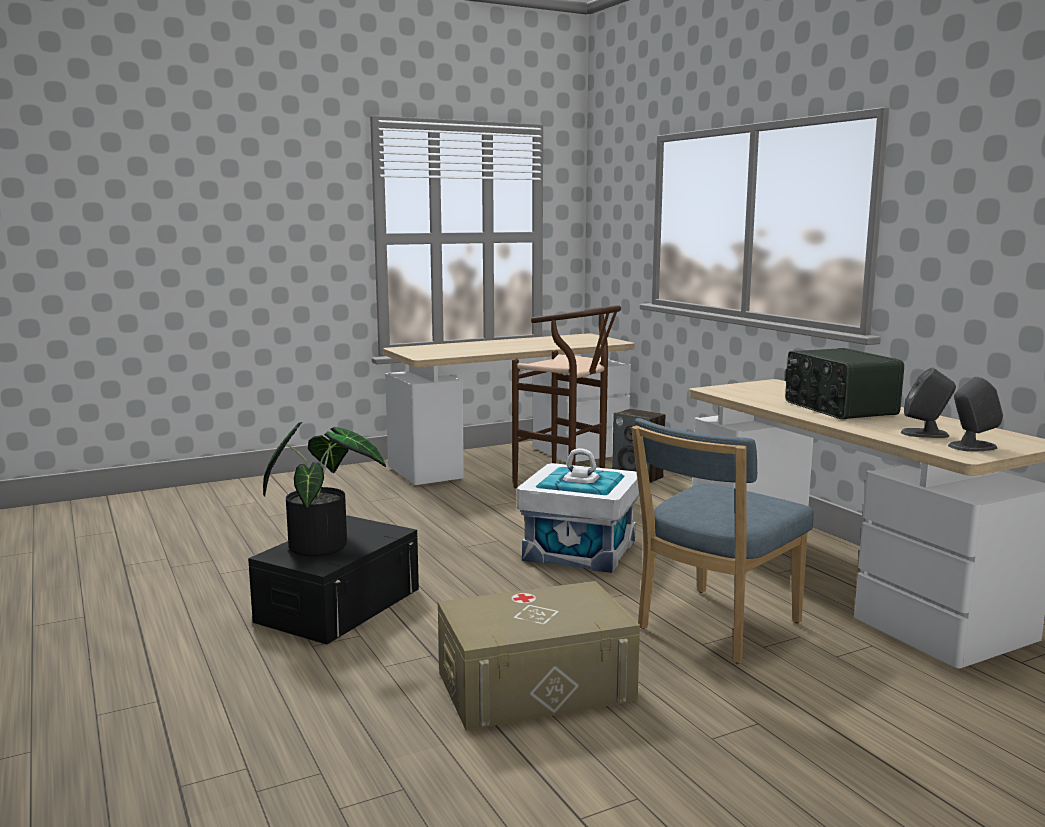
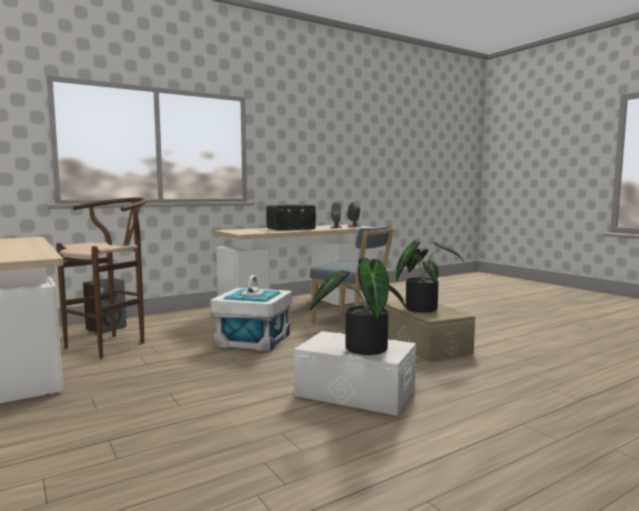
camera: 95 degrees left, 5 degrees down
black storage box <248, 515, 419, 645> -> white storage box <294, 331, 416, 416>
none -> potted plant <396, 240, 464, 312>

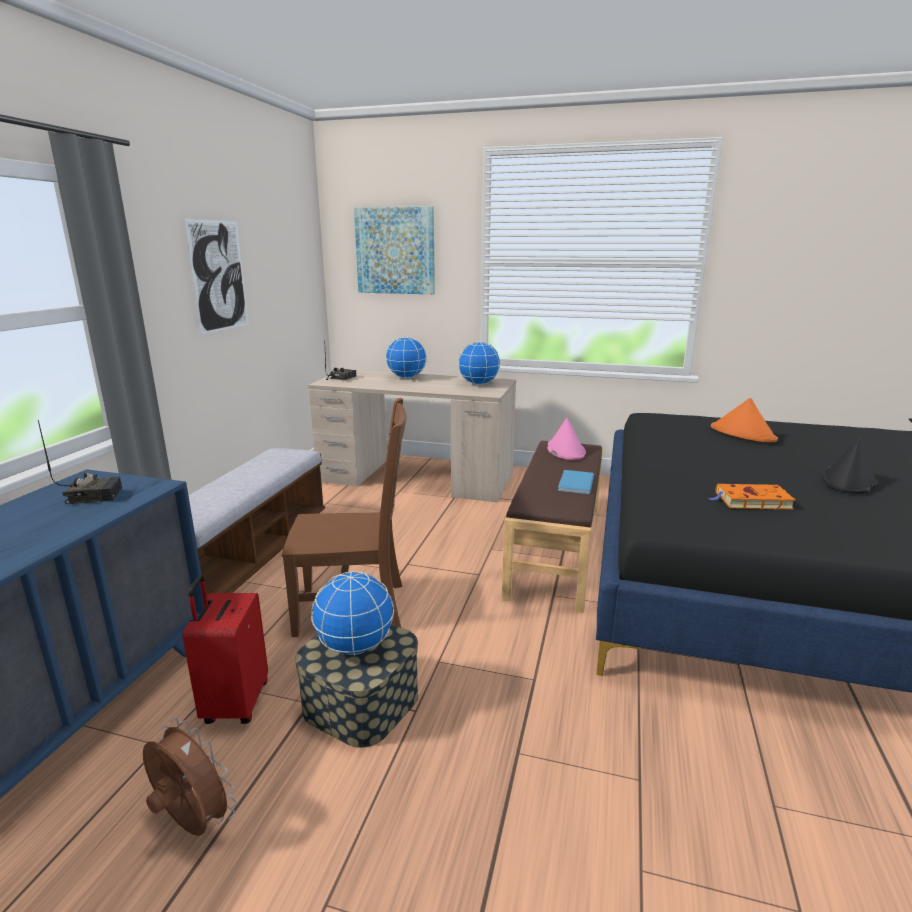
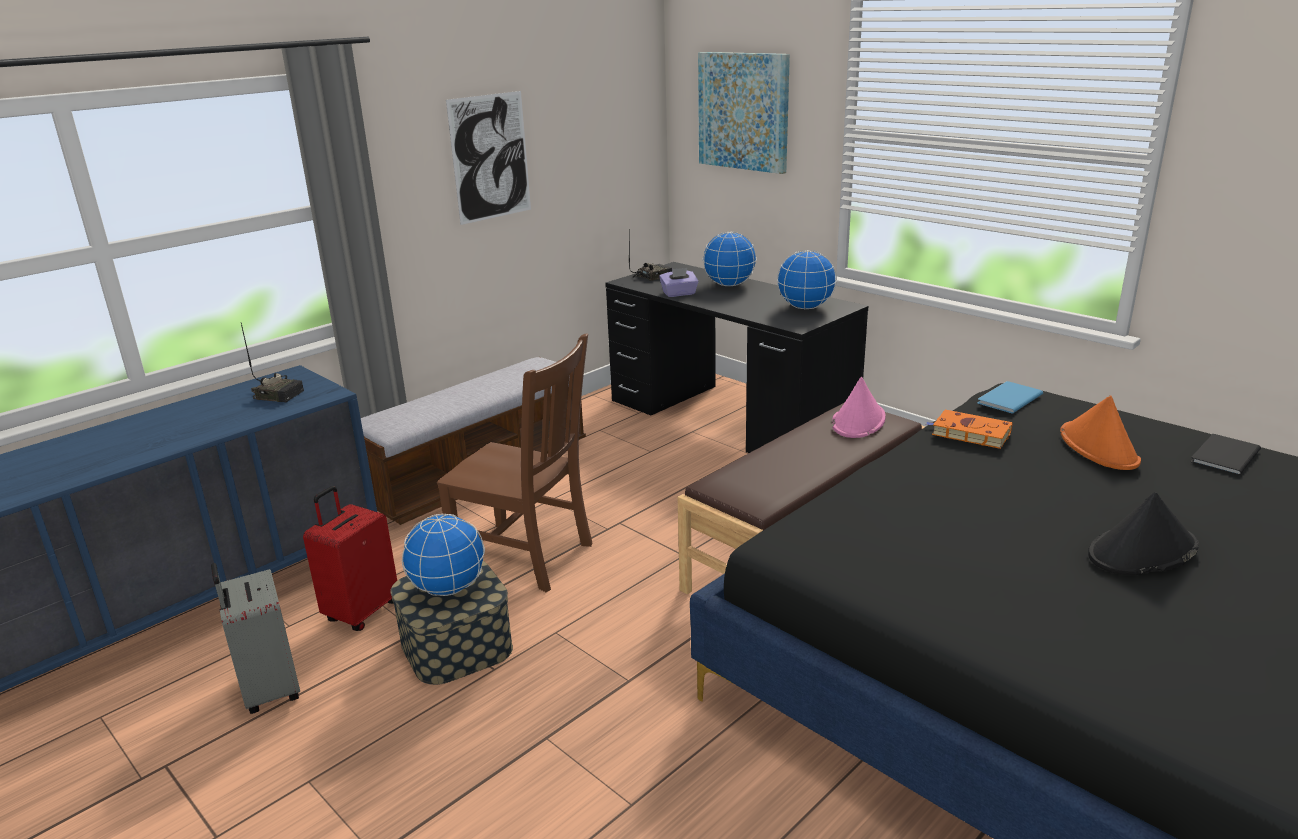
camera: 30 degrees right, 5 degrees up
brown fan <143, 717, 237, 836> -> grey suitcase <211, 563, 300, 714>
beige desk <308, 370, 516, 502> -> black desk <605, 262, 868, 453>
blue book <558, 470, 594, 494> -> blue book <977, 381, 1043, 414>, shifted
orange book <709, 484, 796, 510> -> orange book <926, 410, 1012, 449>, shifted
none -> purple tissue box <659, 268, 699, 297>
none -> black book <1190, 434, 1261, 475>

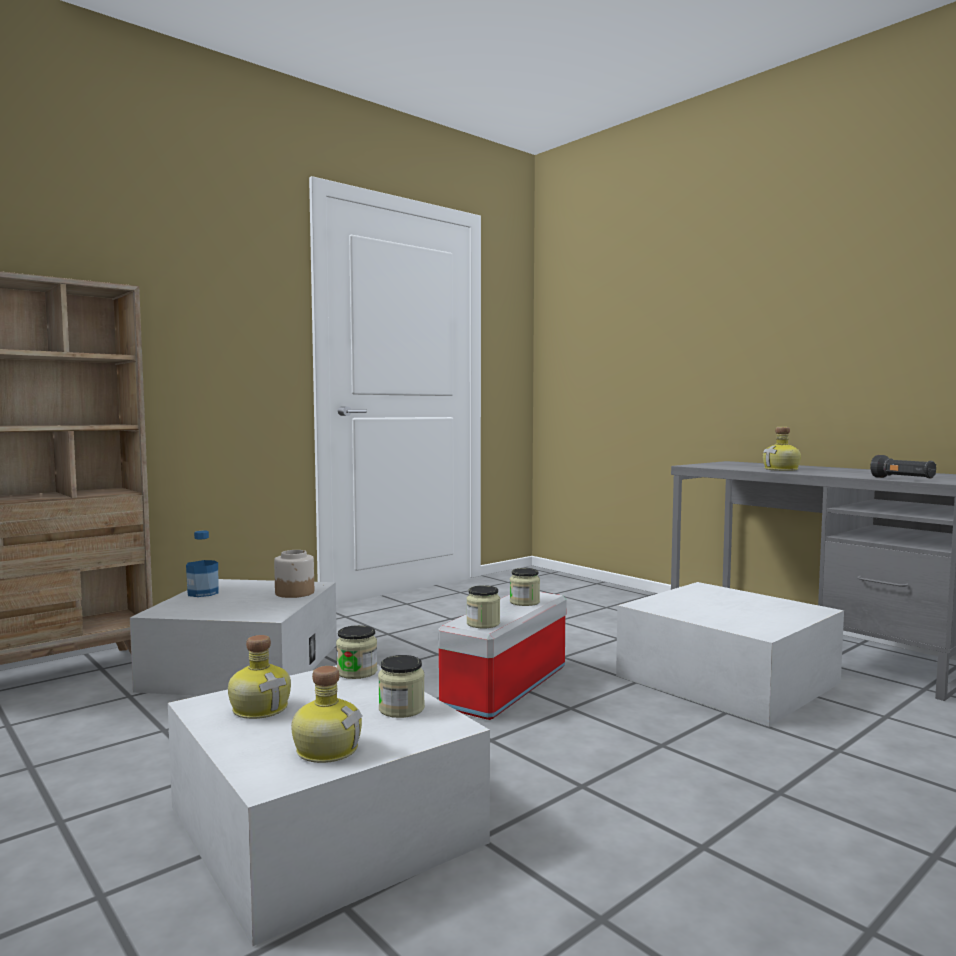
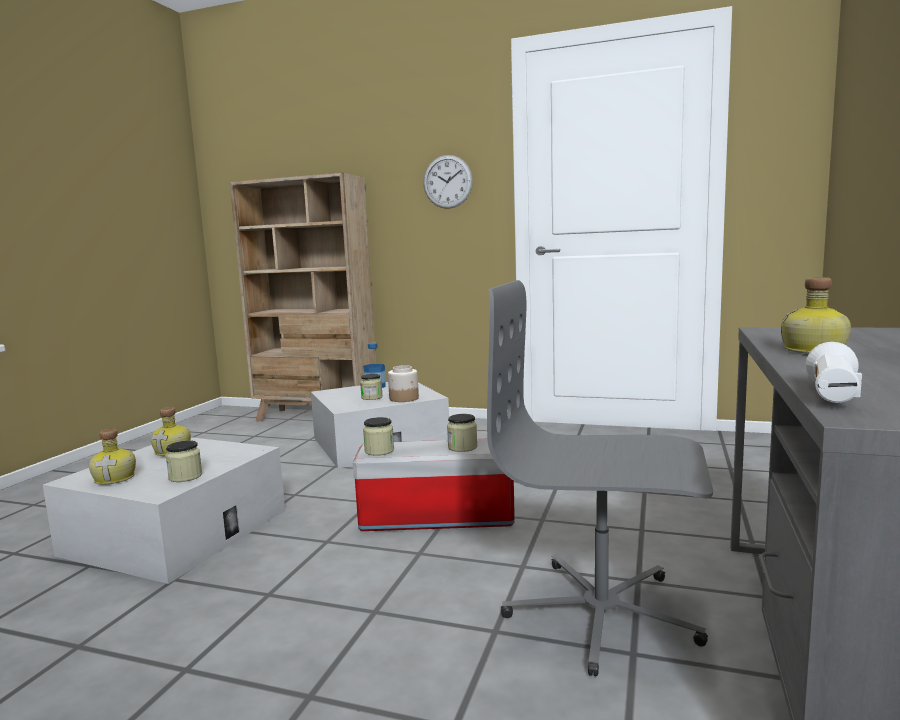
camera: 60 degrees right, 5 degrees up
jar <336, 625, 377, 679> -> jar <360, 374, 383, 400>, shifted
white storage box <616, 582, 844, 727> -> grey office chair <487, 280, 713, 677>
black flashlight <870, 455, 936, 478> -> white flashlight <806, 342, 863, 403>
none -> wall clock <423, 155, 473, 209>

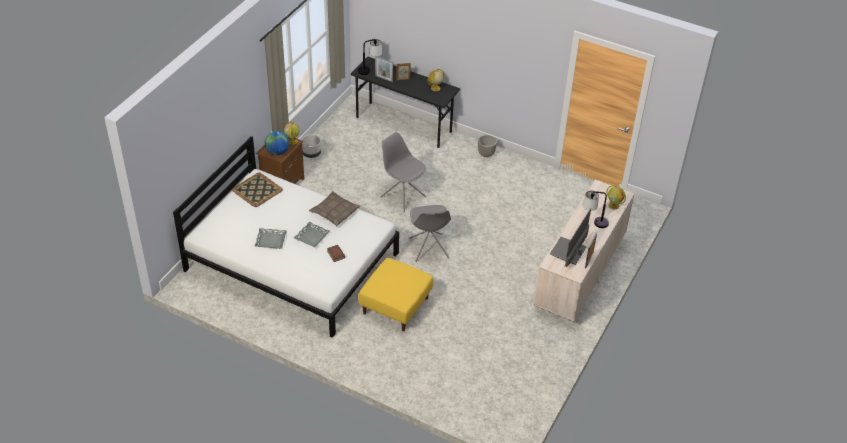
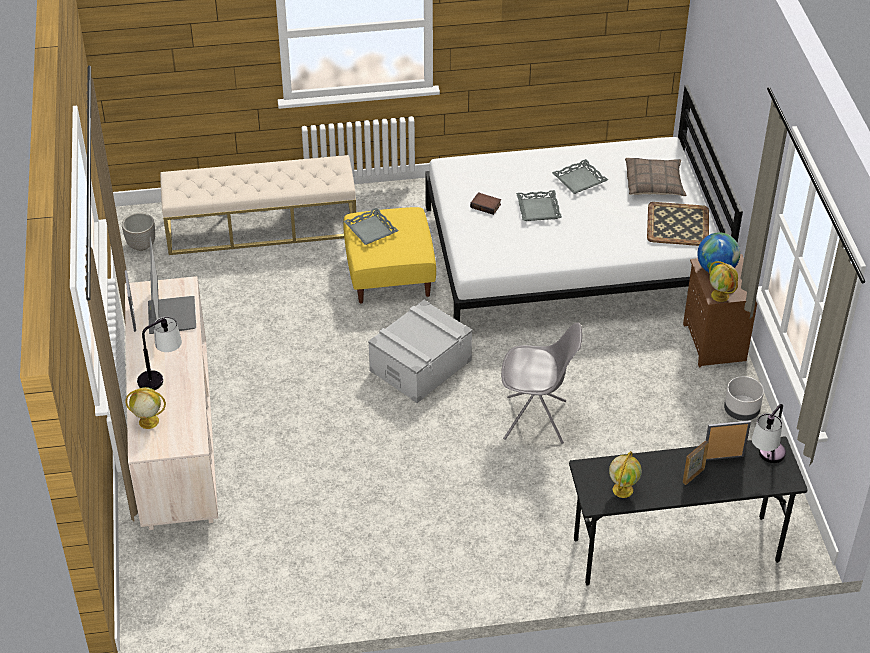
camera: 145 degrees right, 0 degrees up
pillow <309, 191, 360, 226> -> pillow <625, 158, 686, 196>, shifted
grey chair <409, 205, 451, 262> -> grey storage box <368, 300, 472, 403>
planter <478, 135, 497, 157> -> planter <122, 213, 155, 251>, shifted
none -> beige bench <160, 155, 356, 255>
none -> grey tray <344, 208, 399, 245>

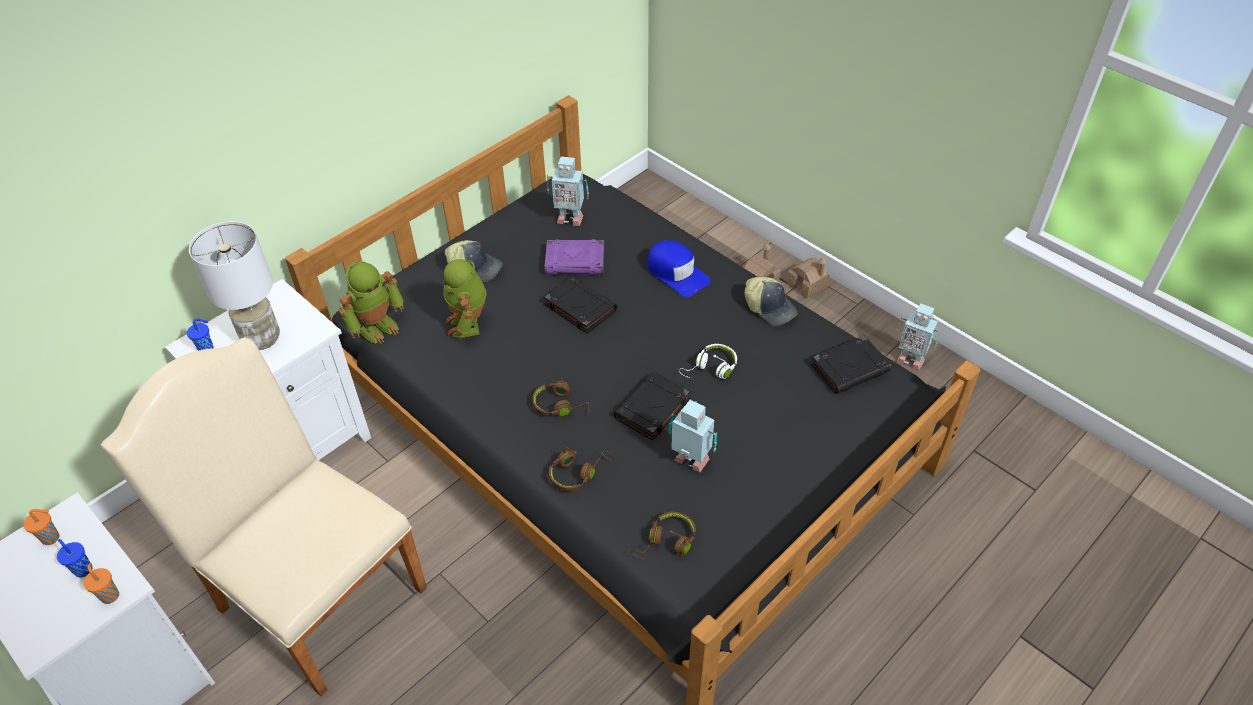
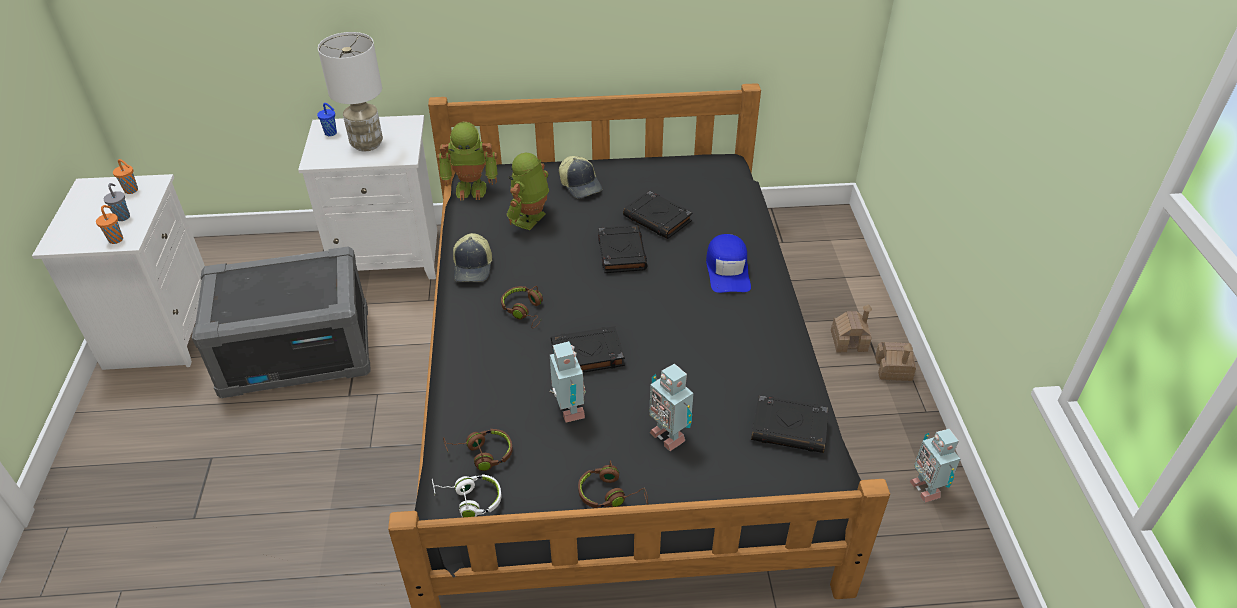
camera: 40 degrees right, 5 degrees down
blue cup <57, 539, 92, 577> -> grey cup <104, 183, 130, 221>
beige chair <100, 337, 427, 697> -> grey storage box <192, 247, 371, 398>
purple book <544, 239, 604, 275> -> black book <623, 191, 693, 239>
toy robot <547, 157, 589, 226> -> toy robot <649, 363, 694, 451>, shifted
brown headphones <549, 447, 614, 491> -> brown headphones <578, 461, 648, 508>, shifted
white headphones <679, 344, 737, 379> -> white headphones <432, 474, 502, 517>, shifted
cap <745, 277, 798, 327> -> cap <453, 233, 492, 282>, shifted

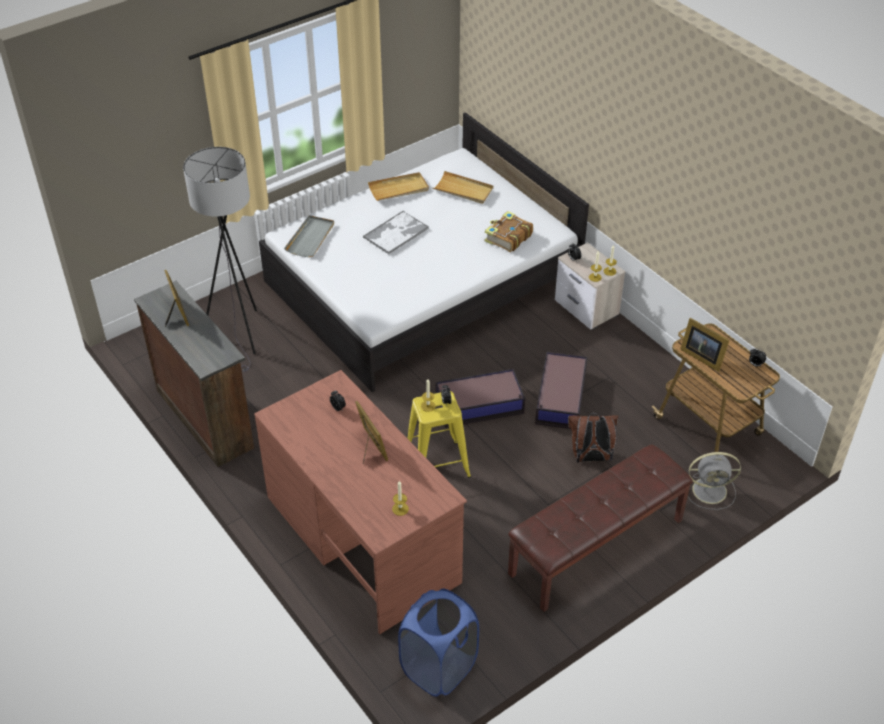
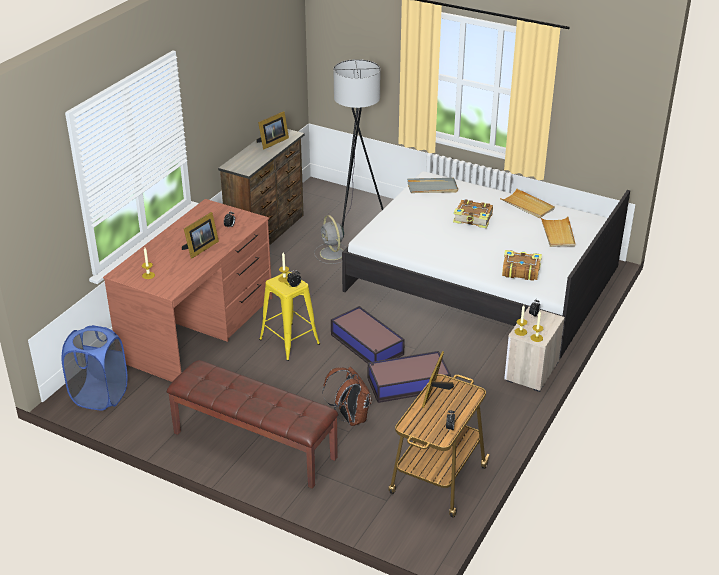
camera: 65 degrees right, 10 degrees down
tray <363, 210, 429, 254> -> book <453, 200, 493, 228>
grey fan <688, 452, 741, 510> -> grey fan <314, 215, 347, 264>, shifted

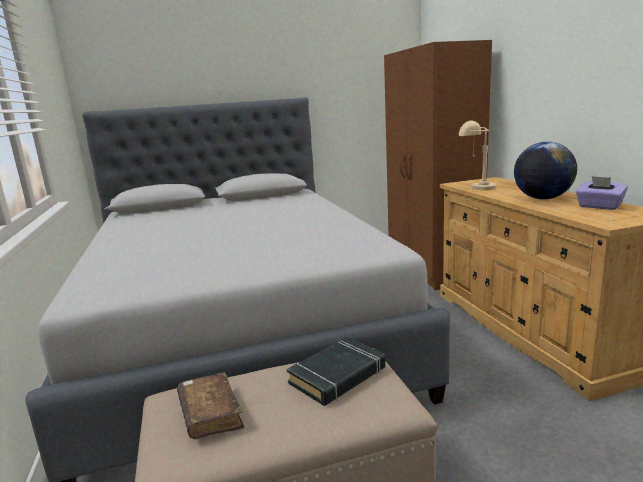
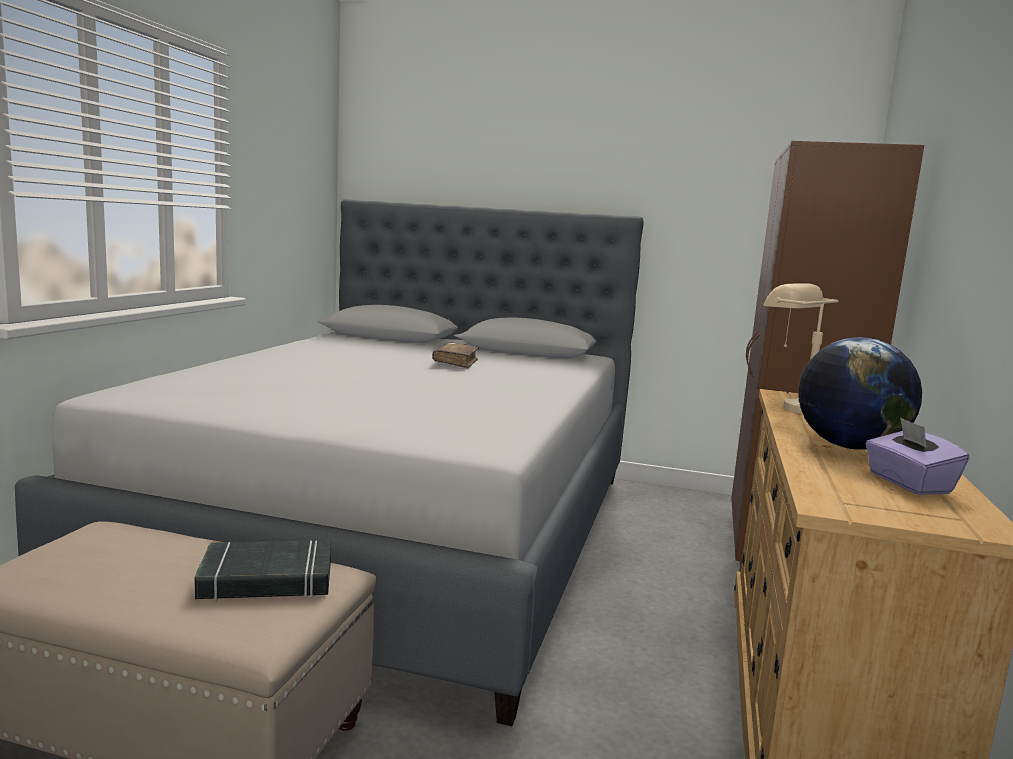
camera: 30 degrees right, 5 degrees down
brown book <177, 372, 245, 439> -> brown book <433, 343, 479, 368>, shifted

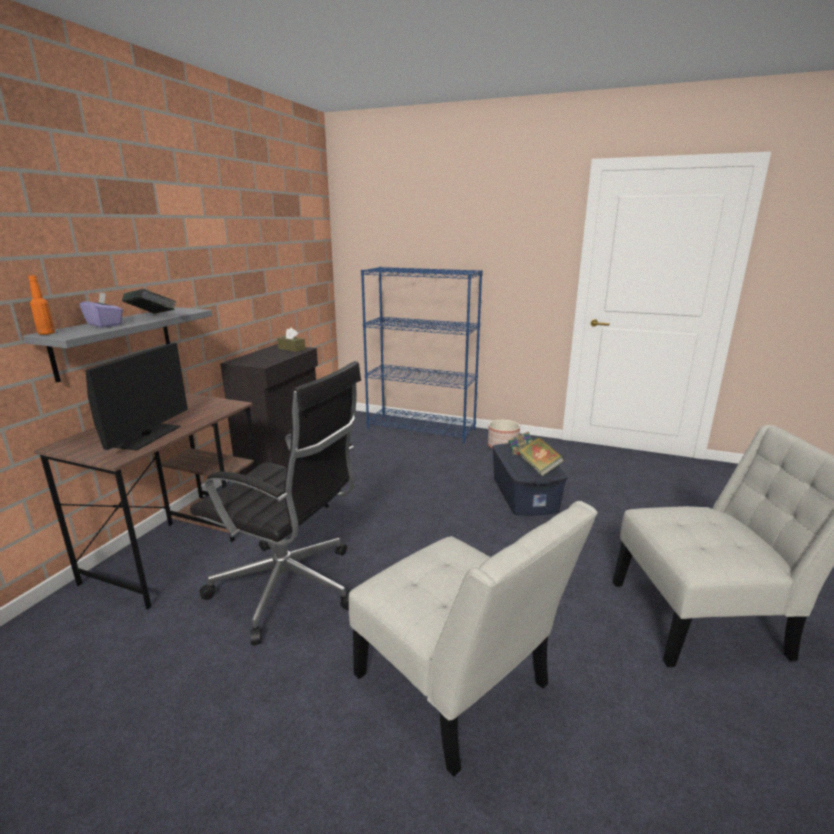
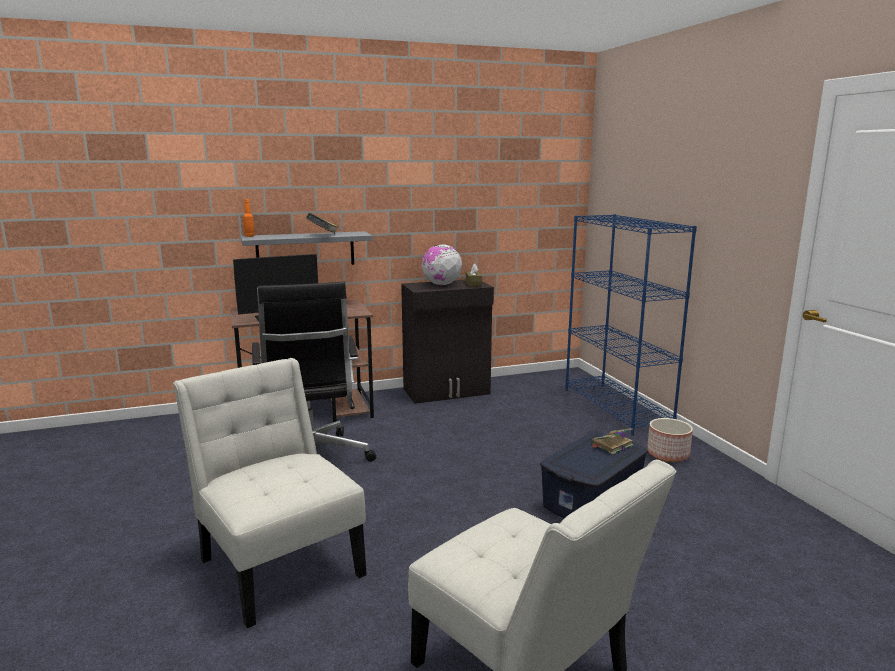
camera: 50 degrees right, 5 degrees down
purple tissue box <80, 293, 123, 328> -> none
white chair <349, 501, 598, 777> -> white chair <173, 358, 367, 628>, 135 degrees clockwise
book <518, 437, 565, 477> -> none
none -> globe <422, 244, 462, 285>

